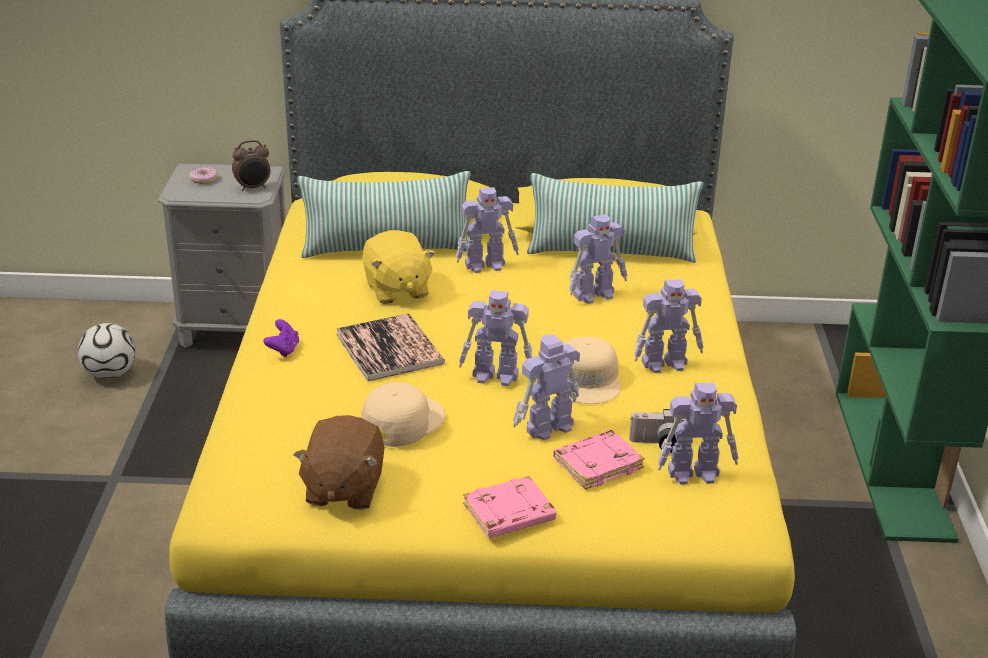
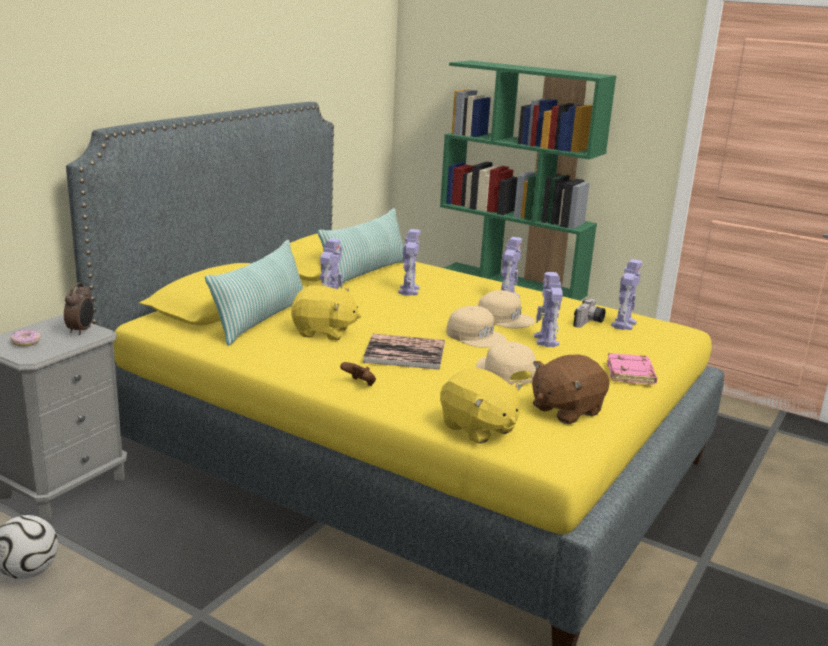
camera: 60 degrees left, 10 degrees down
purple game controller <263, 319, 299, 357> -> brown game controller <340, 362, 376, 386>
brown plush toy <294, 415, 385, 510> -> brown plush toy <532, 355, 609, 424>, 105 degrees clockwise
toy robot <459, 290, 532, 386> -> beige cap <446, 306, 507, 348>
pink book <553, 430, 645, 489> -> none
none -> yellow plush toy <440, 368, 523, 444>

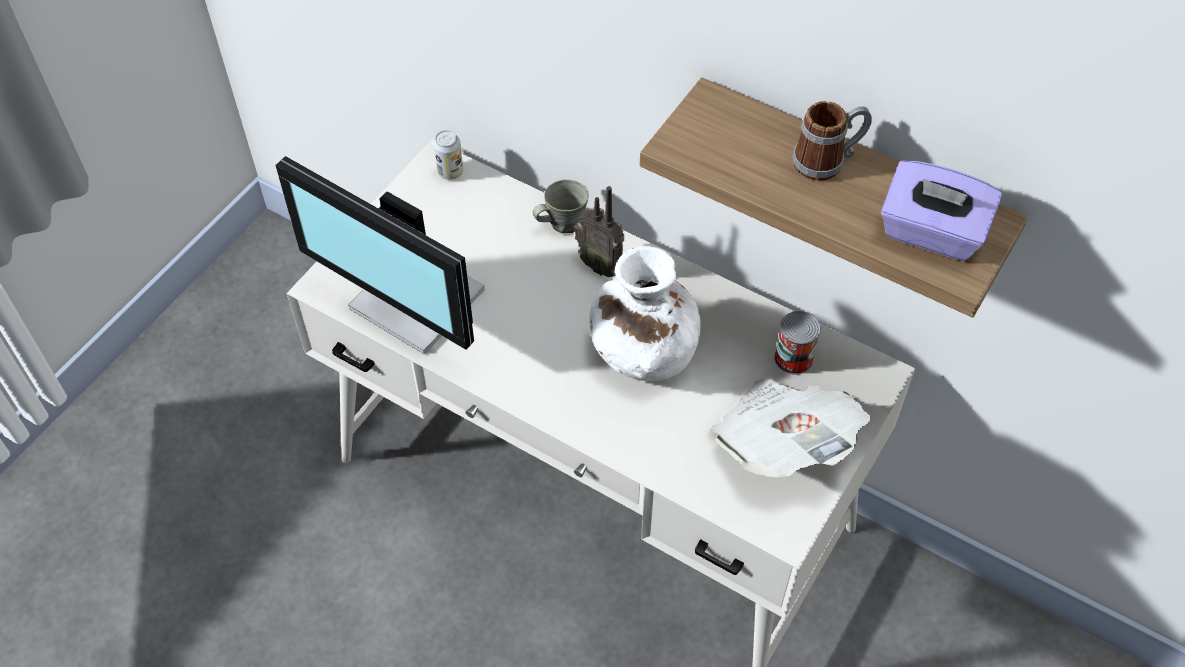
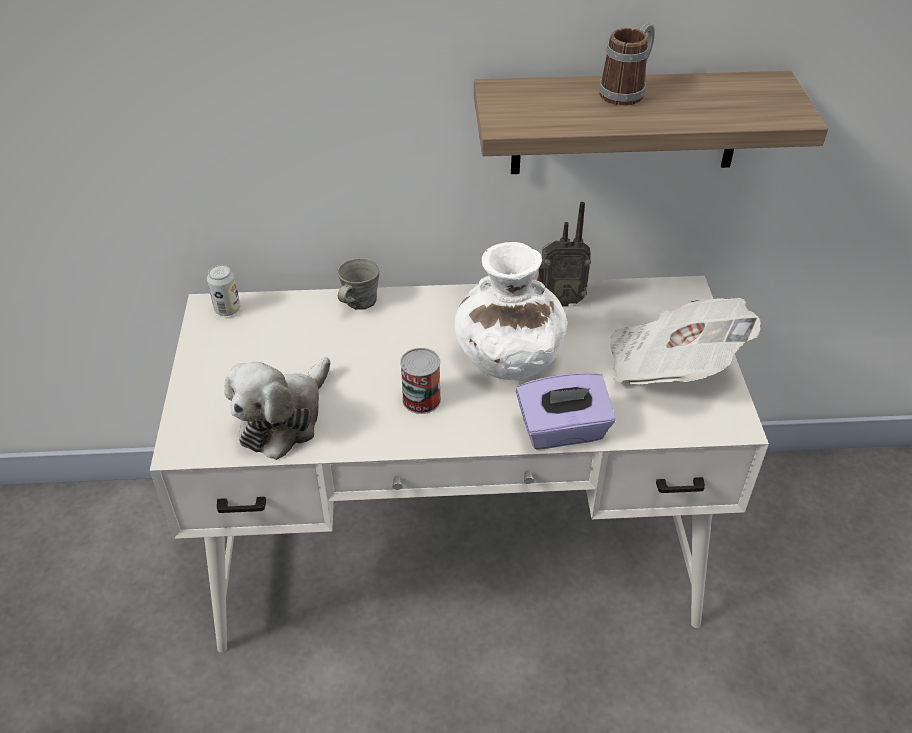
camera: 35 degrees left, 10 degrees down
monitor <275, 156, 485, 354> -> plush toy <224, 357, 331, 460>
radio <574, 186, 624, 277> -> radio <537, 202, 591, 307>, shifted
can <774, 311, 821, 375> -> can <400, 348, 441, 414>, shifted
purple tissue box <881, 160, 1003, 261> -> purple tissue box <516, 373, 616, 449>, shifted

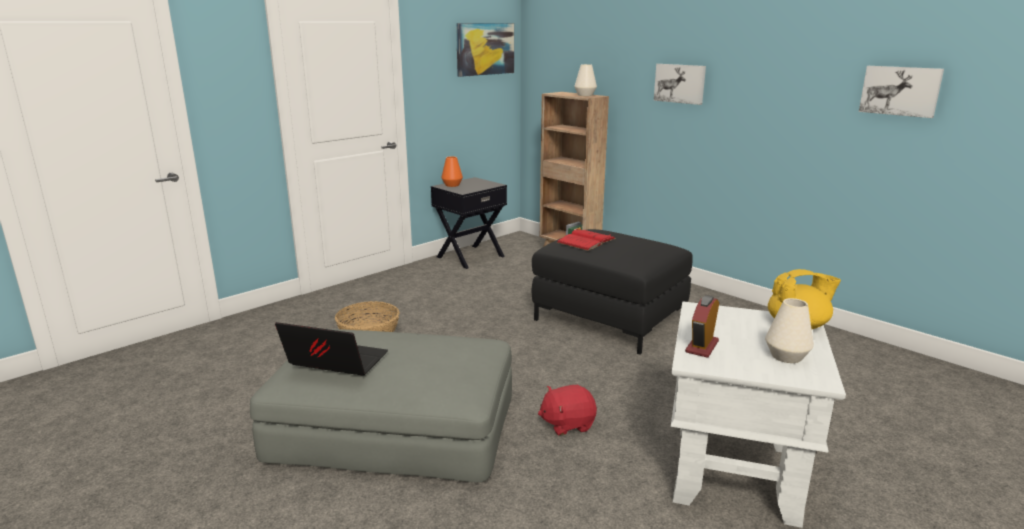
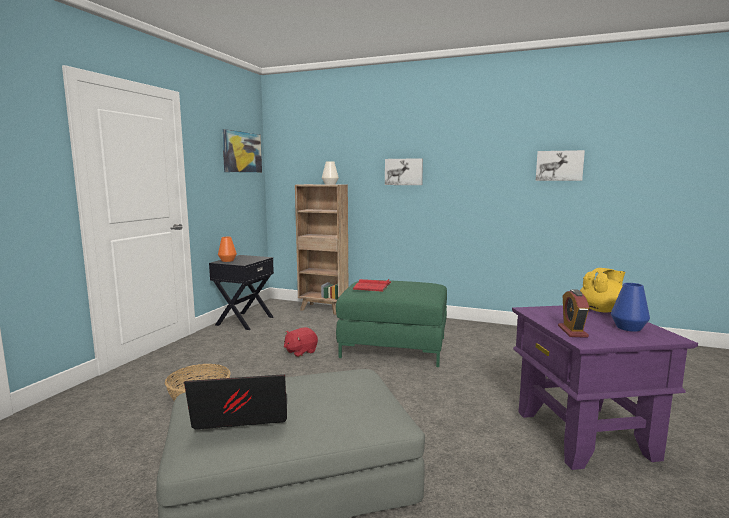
camera: 25 degrees left, 10 degrees down
black ottoman <531, 229, 693, 355> -> green ottoman <336, 280, 447, 367>
red plush toy <538, 385, 597, 435> -> red plush toy <284, 327, 318, 357>, shifted
white side table <671, 301, 846, 528> -> purple side table <512, 305, 698, 470>
white vase <765, 298, 814, 363> -> blue vase <611, 283, 650, 332>

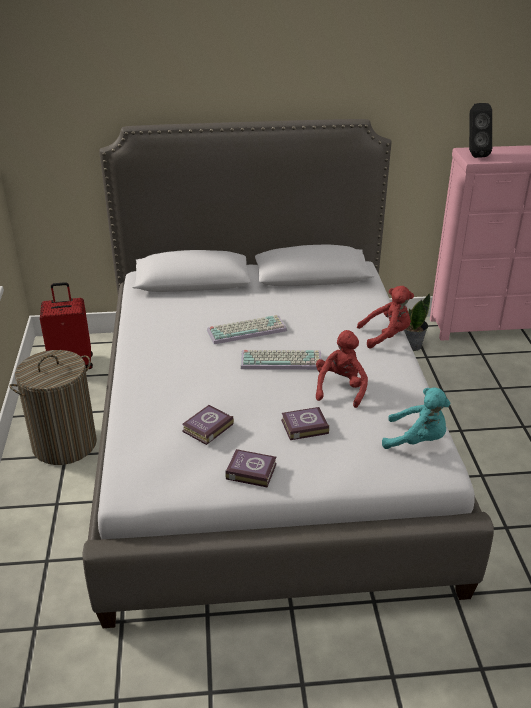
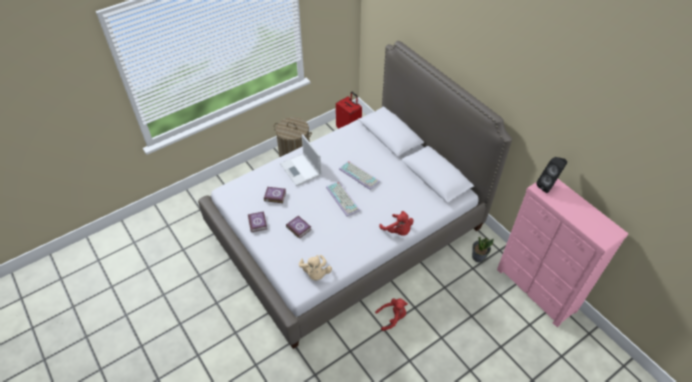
camera: 60 degrees right, 15 degrees up
red plush toy <316, 330, 368, 408> -> red plush toy <375, 298, 408, 331>, shifted
turquoise plush toy <382, 387, 450, 449> -> beige plush toy <299, 255, 332, 280>
none -> laptop <280, 134, 321, 186>

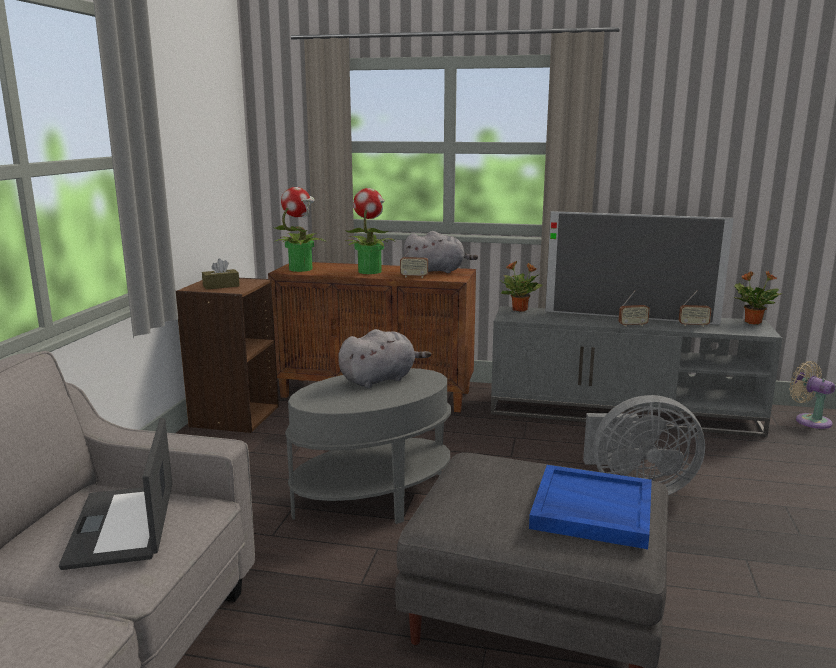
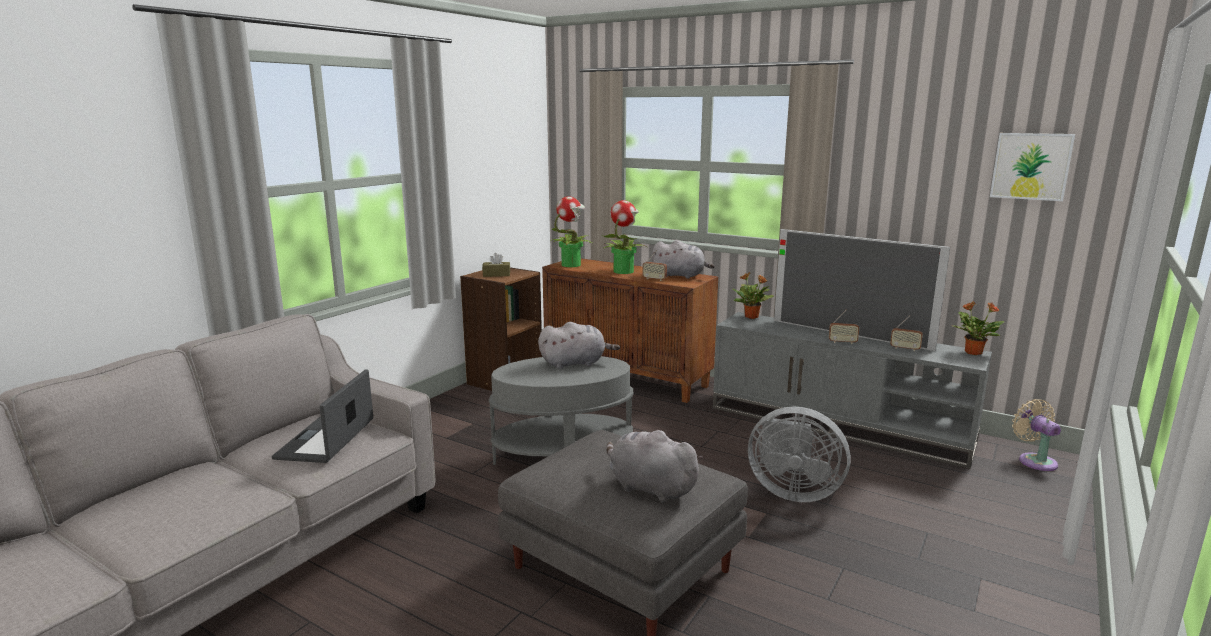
camera: 20 degrees right, 0 degrees up
blue tray <529, 465, 652, 549> -> grey plush toy <606, 429, 703, 503>
none -> picture <990, 133, 1075, 201>

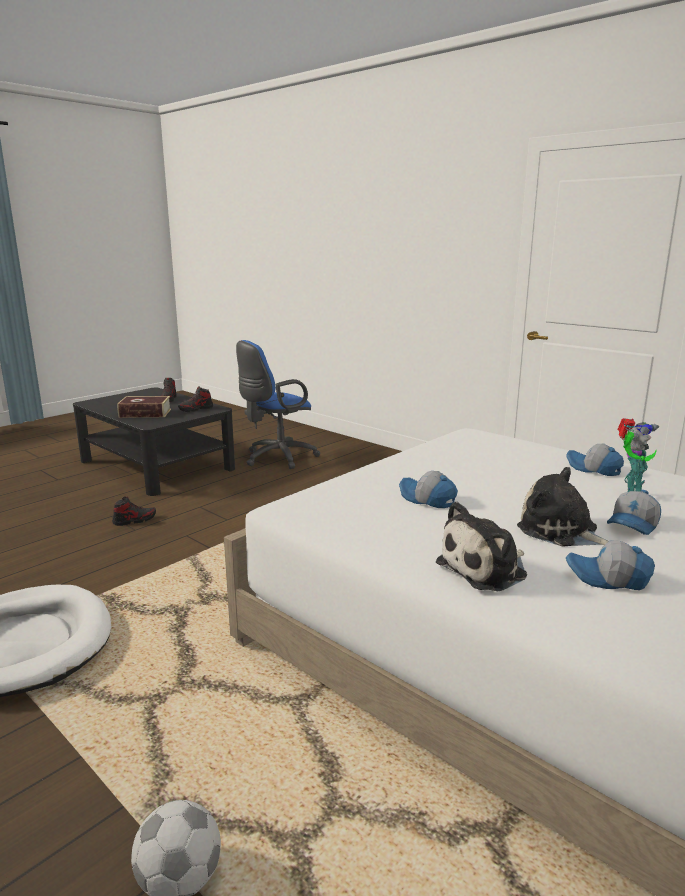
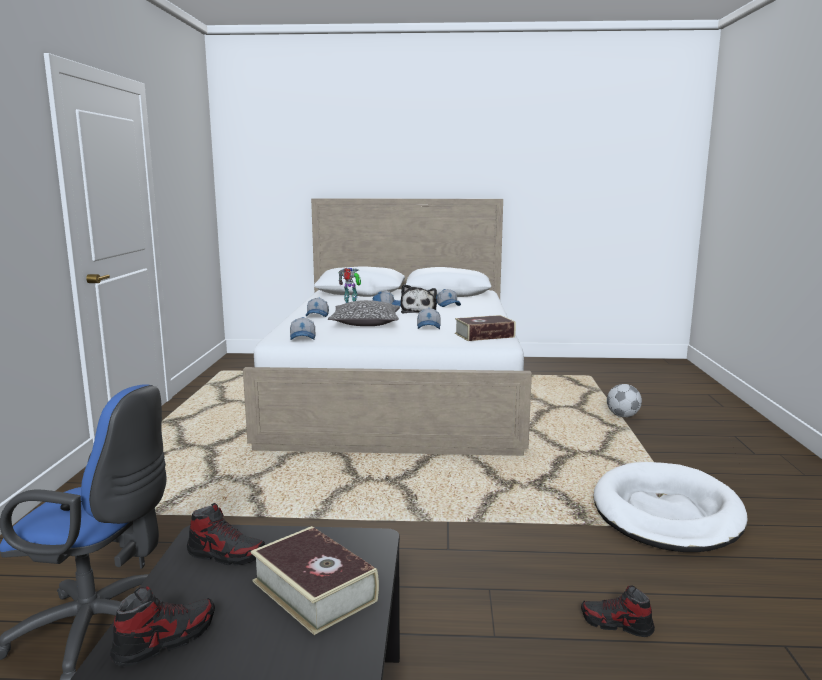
camera: 130 degrees left, 5 degrees down
shoe <112, 496, 156, 526> -> shoe <581, 586, 655, 637>, shifted
plush toy <436, 501, 527, 591> -> none
none -> cap <290, 317, 315, 340>
none -> pillow <328, 300, 400, 326>
none -> book <455, 315, 516, 341>

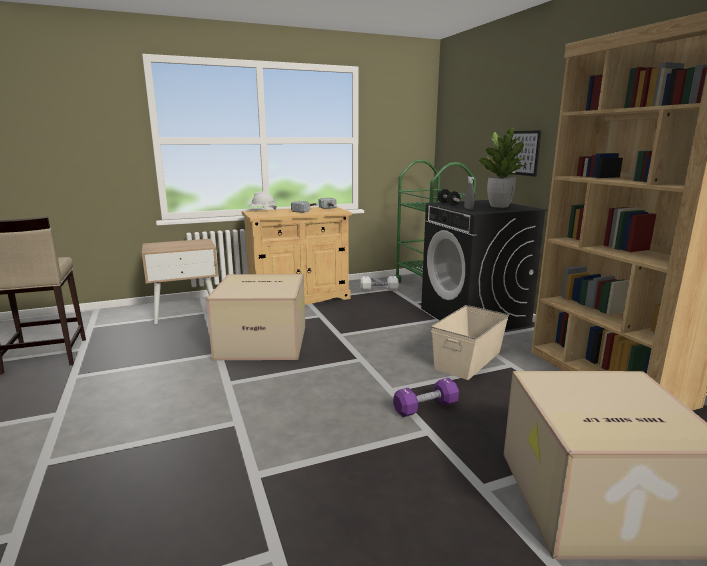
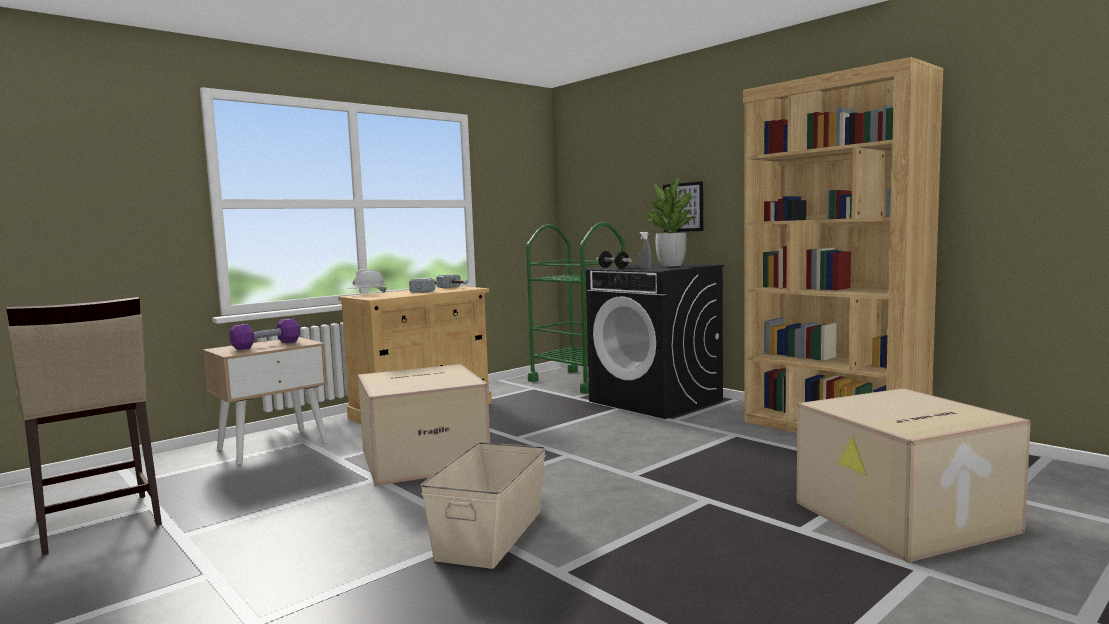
camera: 20 degrees left, 10 degrees down
white dumbbell <360, 276, 399, 291> -> none
purple dumbbell <393, 378, 459, 417> -> purple dumbbell <229, 318, 300, 350>, shifted
beige storage box <431, 305, 509, 380> -> beige storage box <420, 442, 546, 569>, shifted

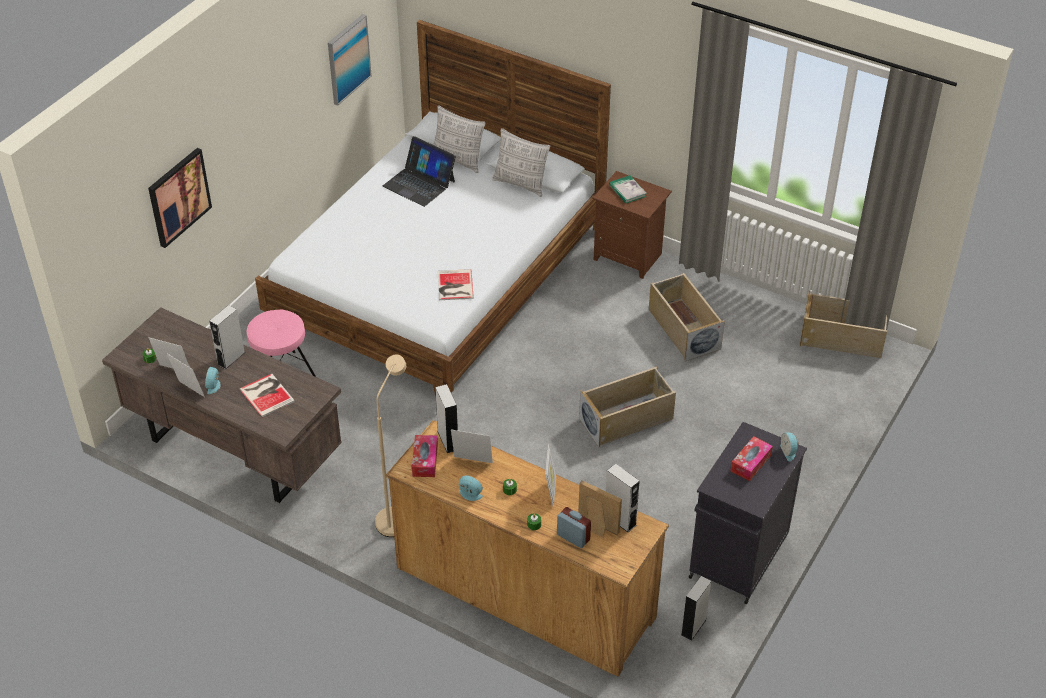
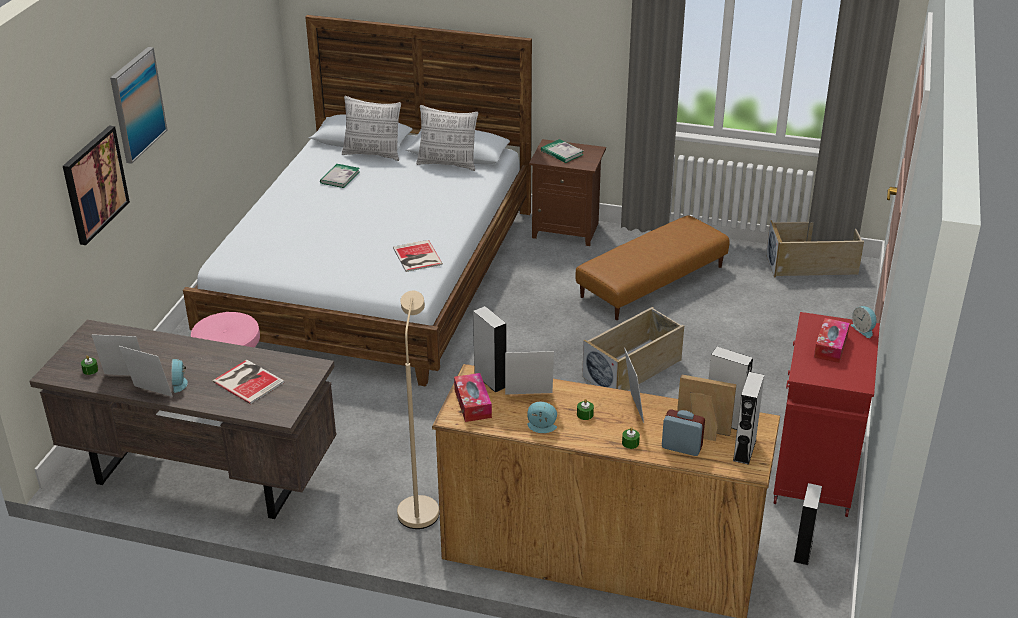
camera: 15 degrees left, 10 degrees down
grey speaker <209, 305, 245, 369> -> grey speaker <733, 372, 764, 465>, shifted
picture <328, 14, 372, 106> -> picture <110, 47, 167, 164>, shifted
laptop <383, 136, 456, 207> -> book <320, 164, 360, 188>
beige storage box <649, 273, 725, 361> -> brown ottoman <575, 216, 730, 320>
black cabinet <689, 422, 807, 604> -> red cabinet <773, 312, 880, 517>

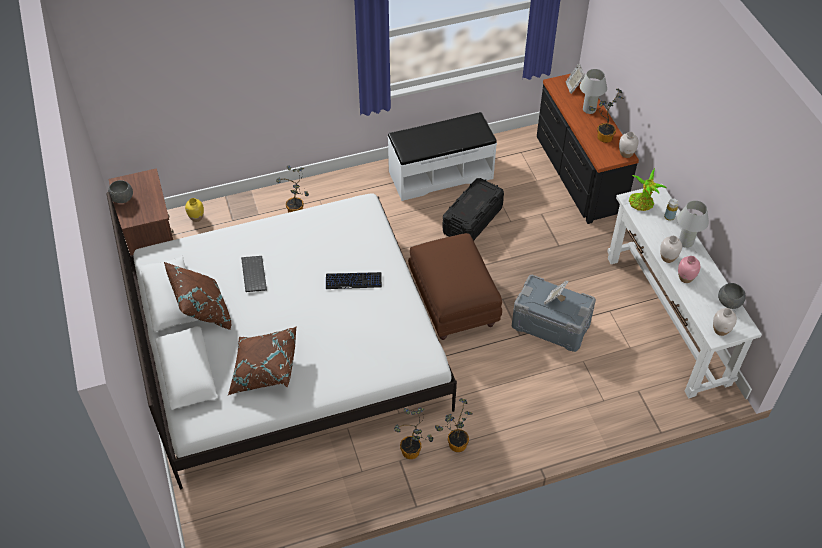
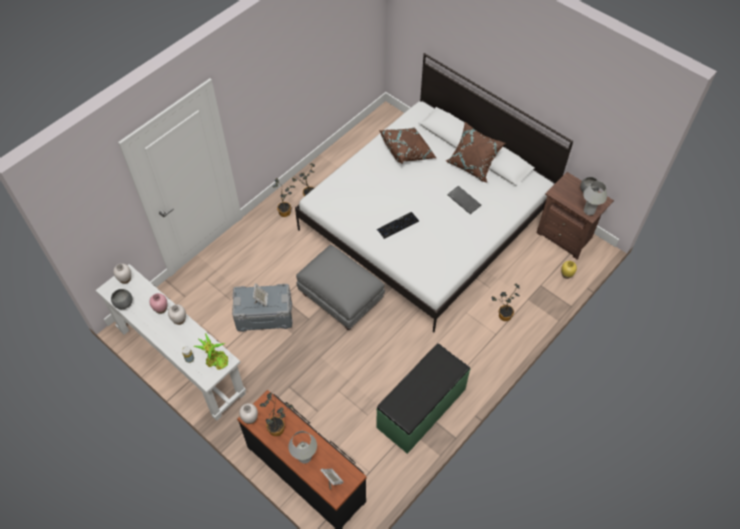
camera: 150 degrees right, 5 degrees up
white bench <388, 112, 497, 201> -> green bench <376, 343, 470, 454>
brown ottoman <408, 233, 502, 340> -> grey ottoman <296, 245, 385, 330>
black storage box <442, 178, 504, 241> -> none
white table lamp <677, 201, 709, 248> -> white table lamp <583, 181, 607, 215>, shifted

